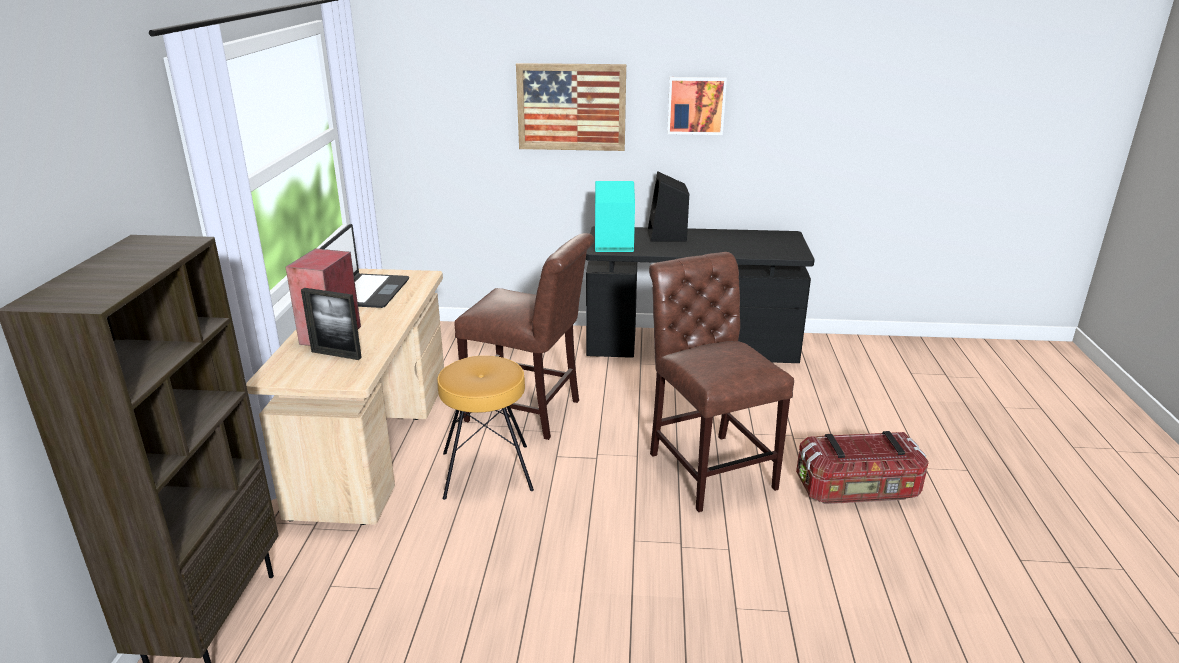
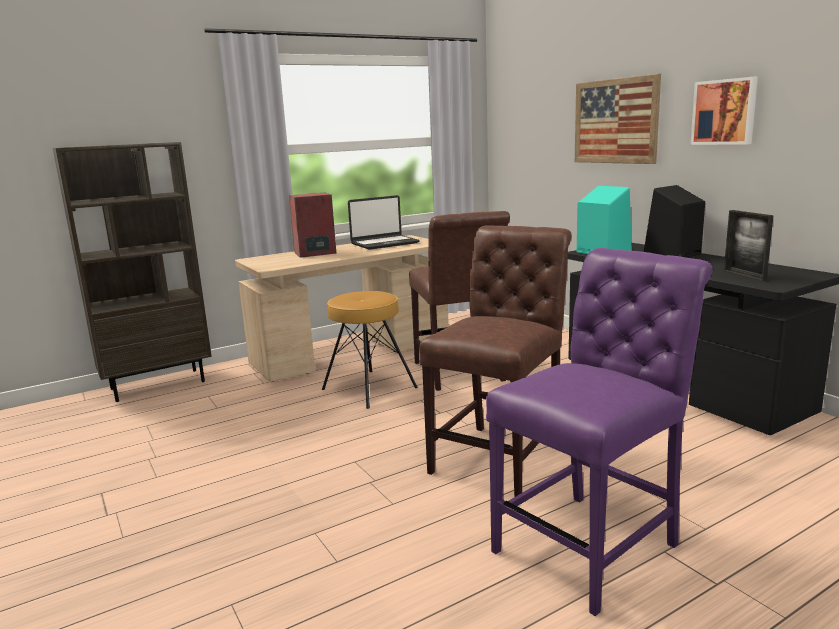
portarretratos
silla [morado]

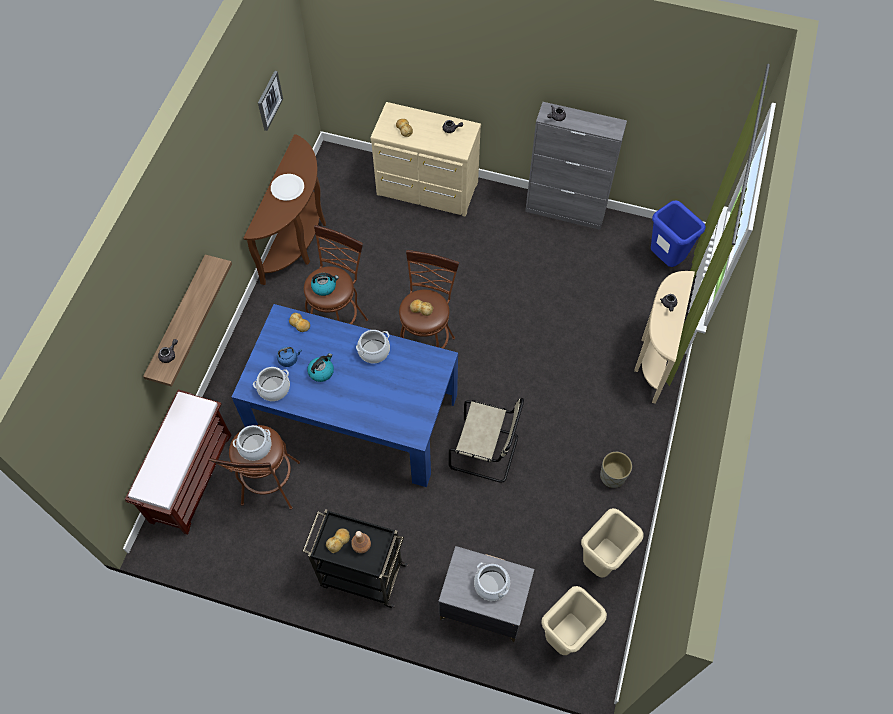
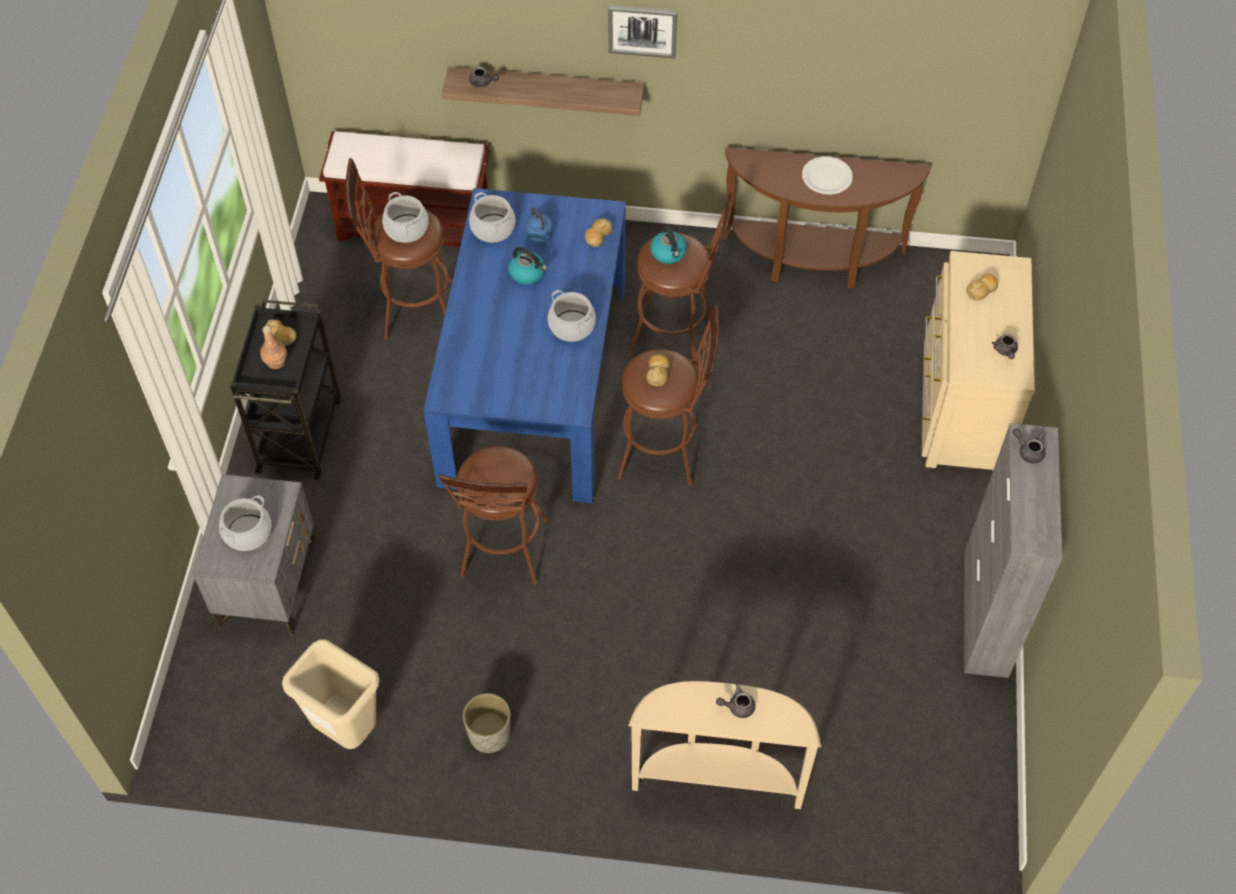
papelera [beis] (1st from left in the first image)
papelera [azul]
cuadro
taburete [marrón] (2nd from left)

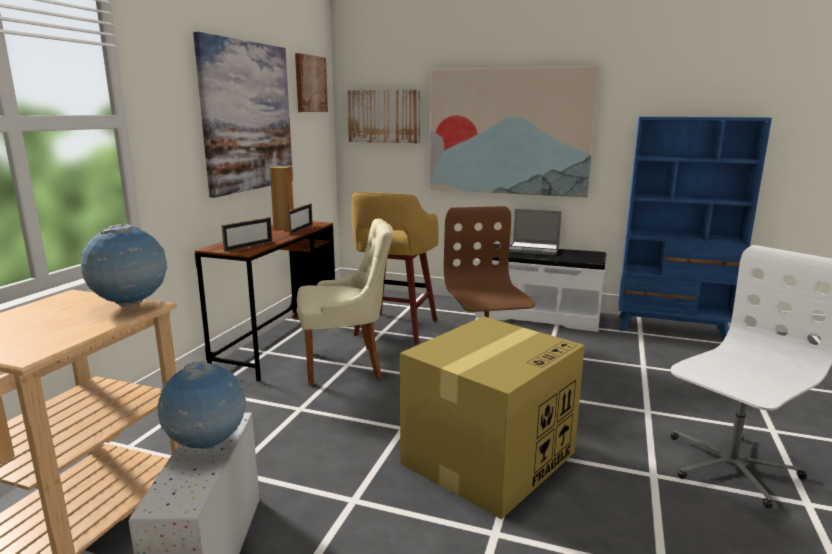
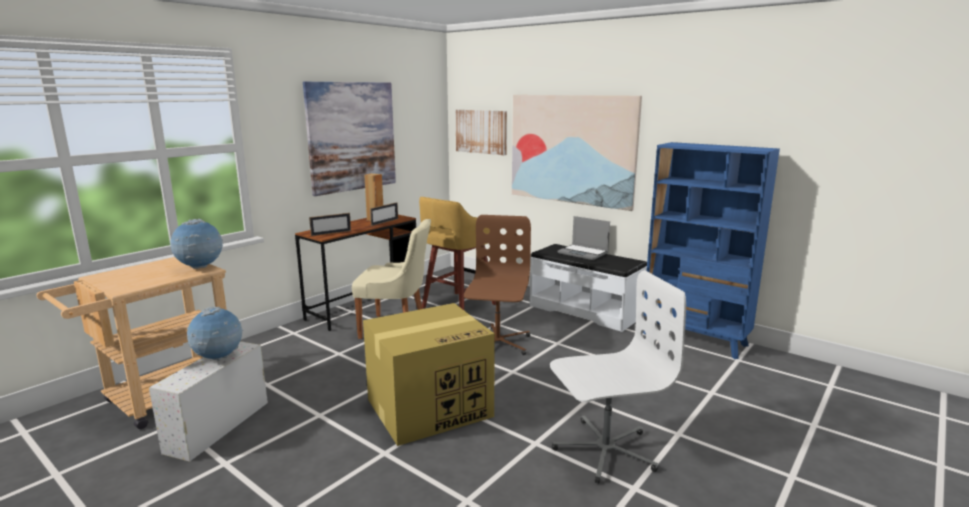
cuadro (2nd from left in the first image)

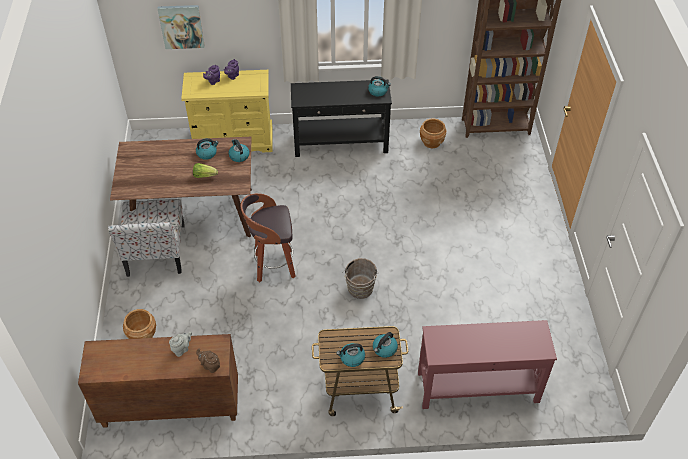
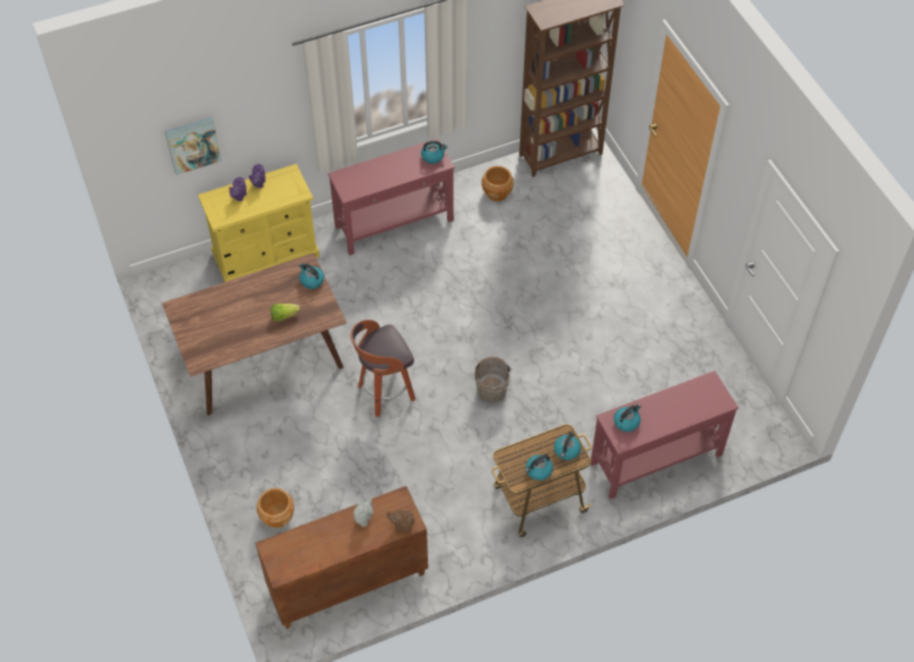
silla
hervidor (5th from left)
mesa consola [rojo] (1st from left)

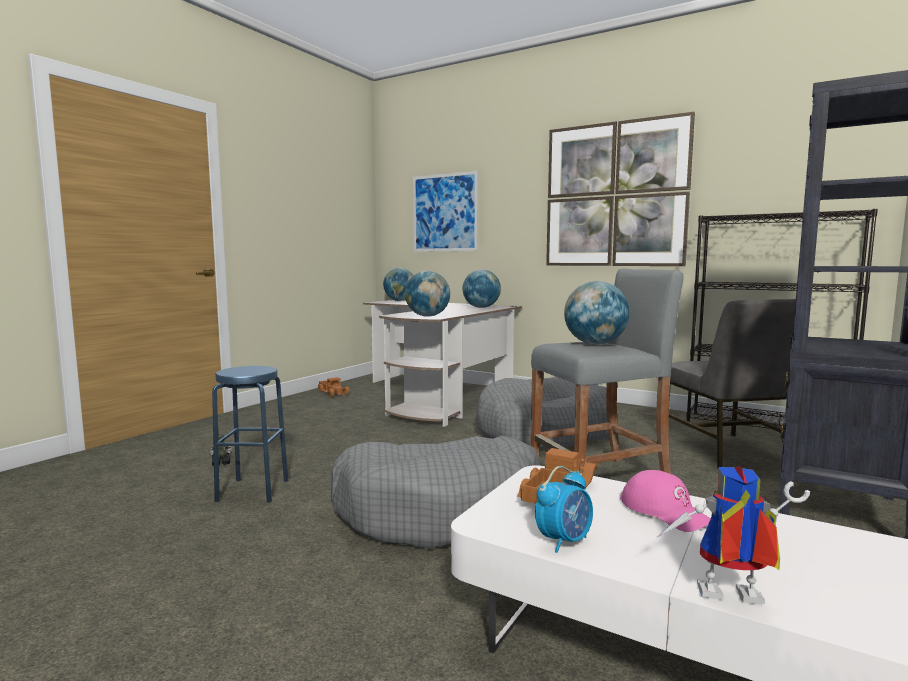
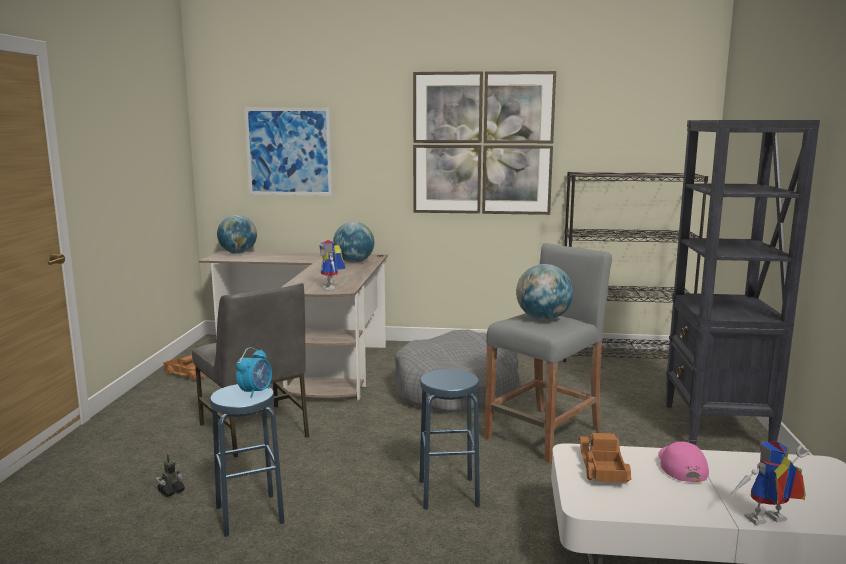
despertador
silla [gris]
taburete [azul] (2nd from left)
robot de juguete (2nd from left)
gorra [rosa]

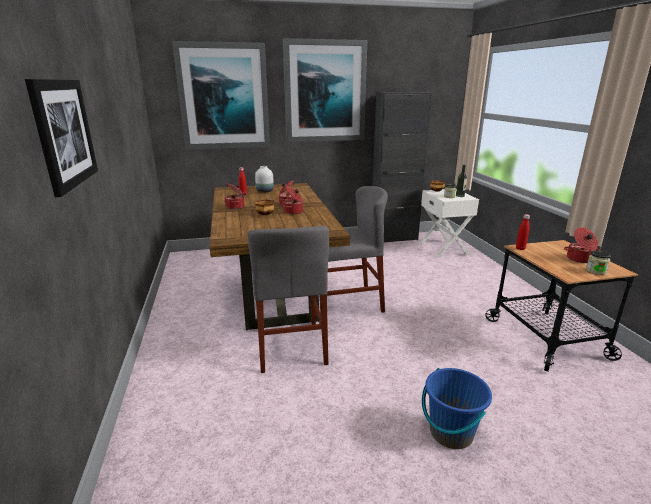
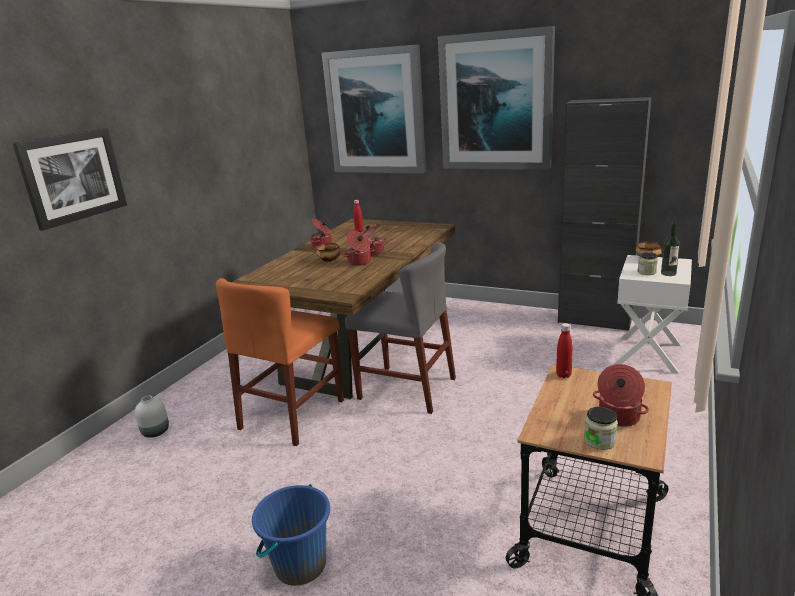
florero [blanco]
silla [naranja]

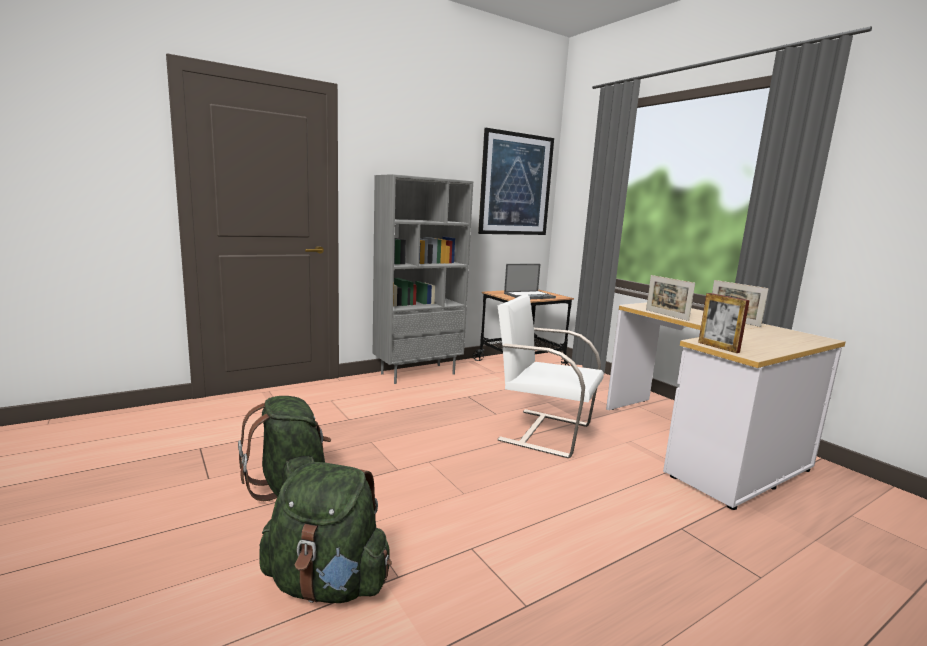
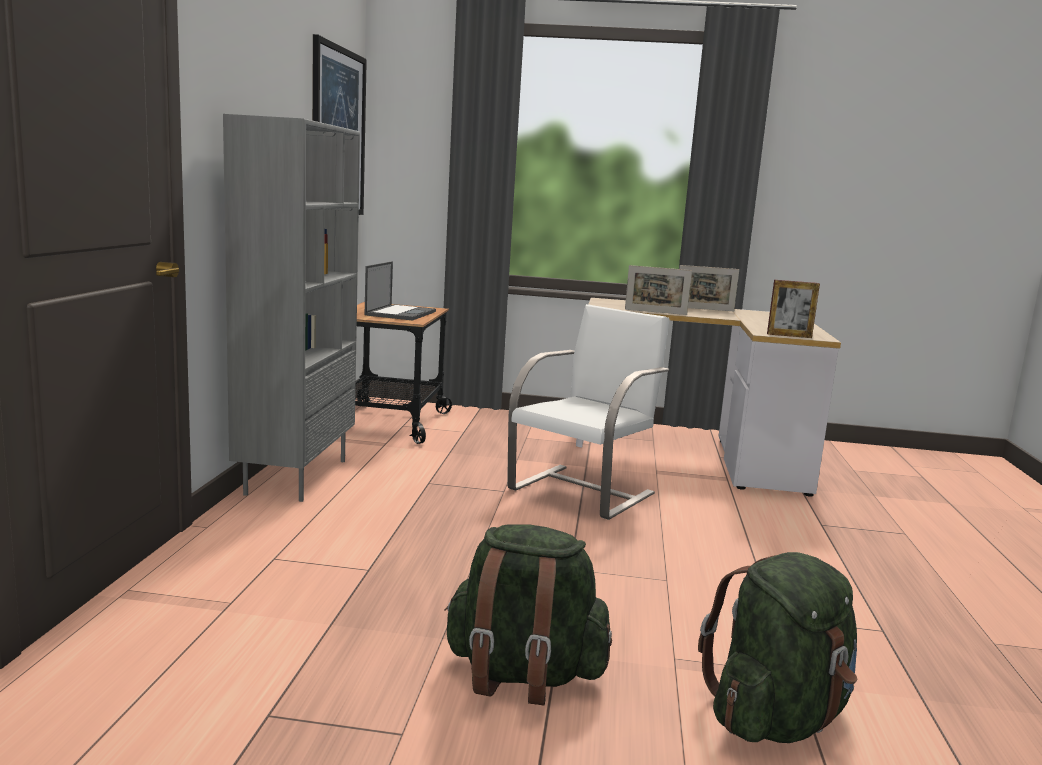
silla [blanco]

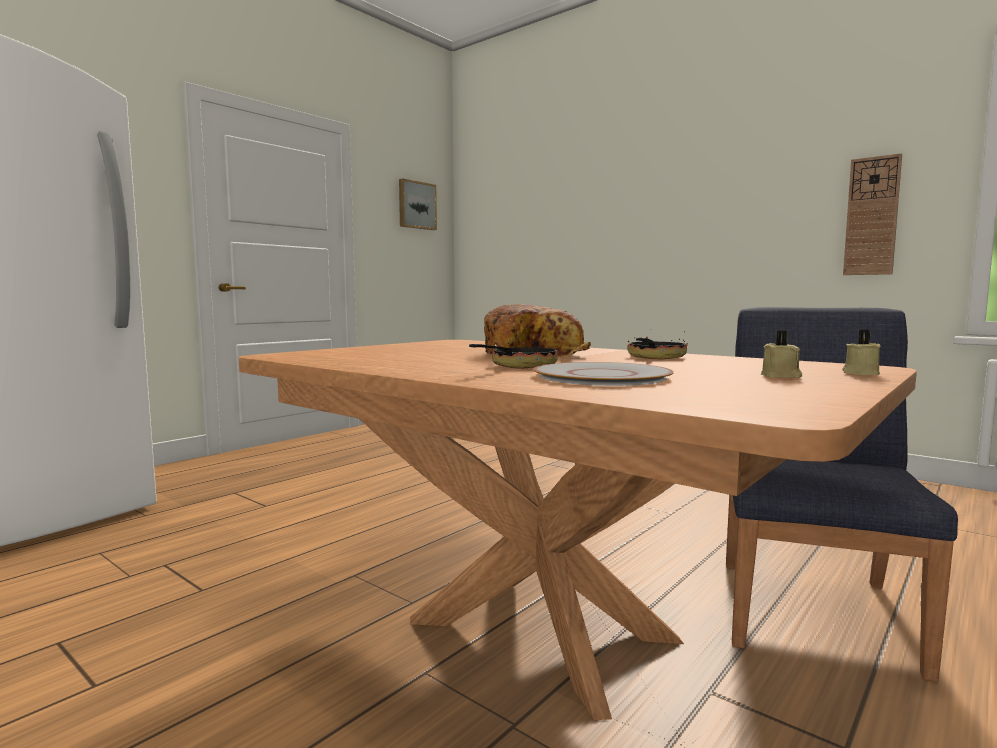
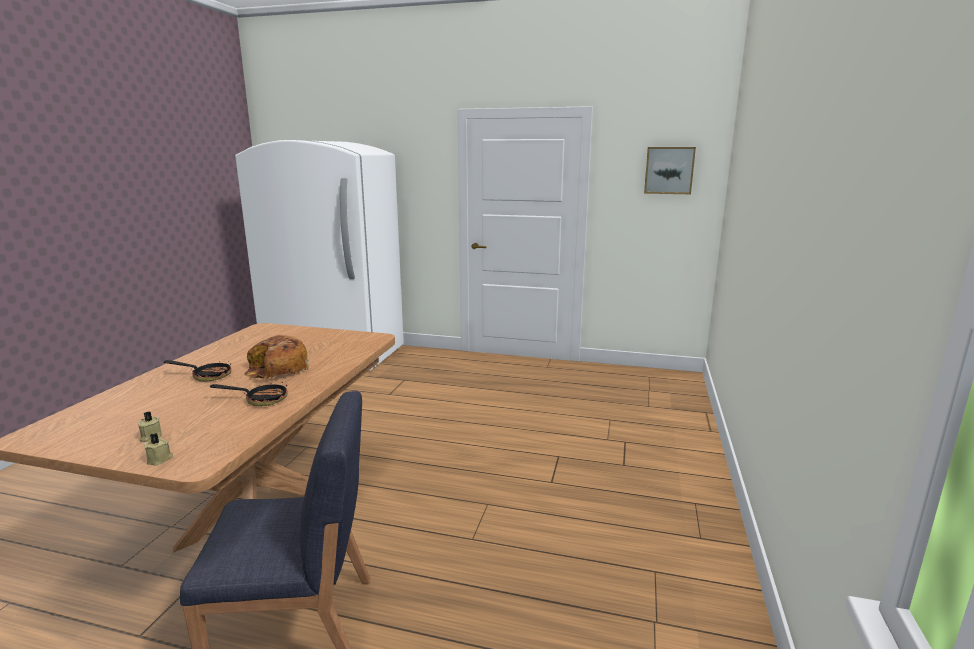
plato [gris]
reloj de pared

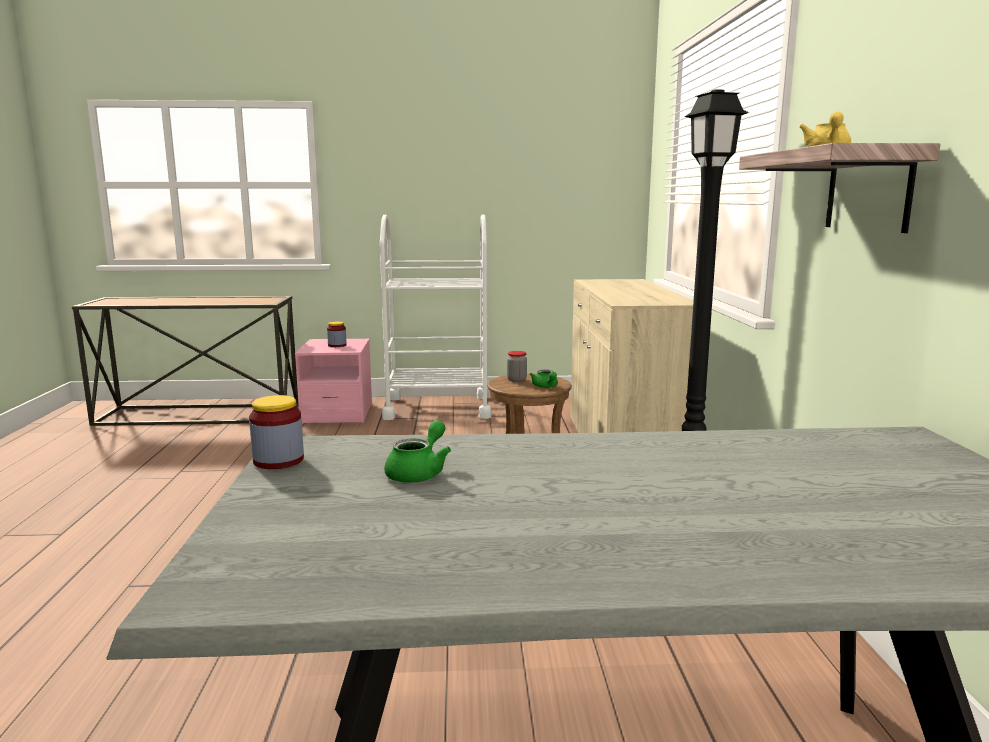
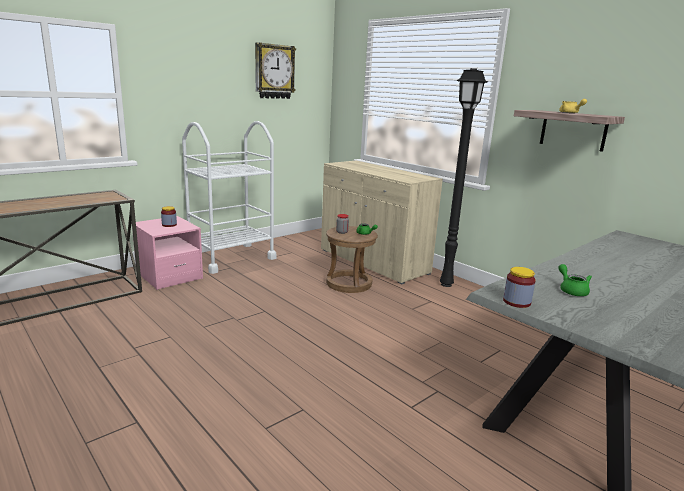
reloj de pared

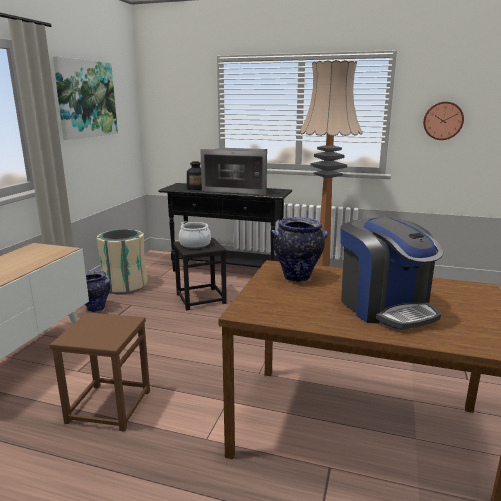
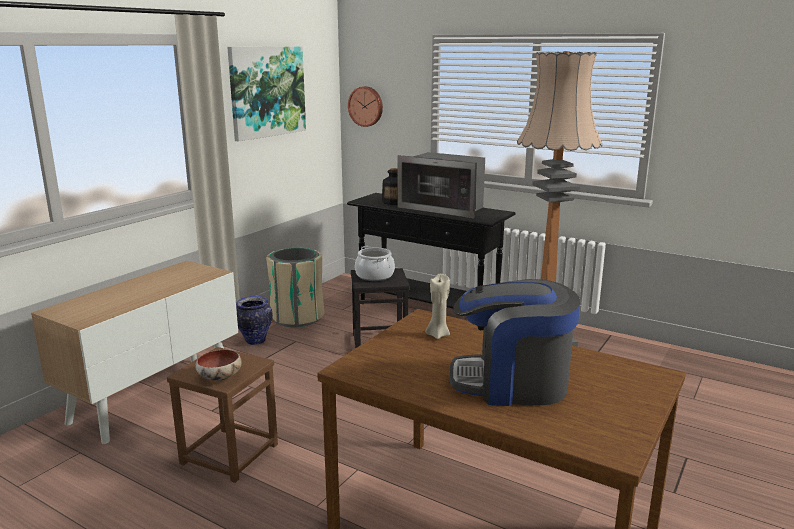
cuenco
reloj de pared
vela [beis]
cafetera

